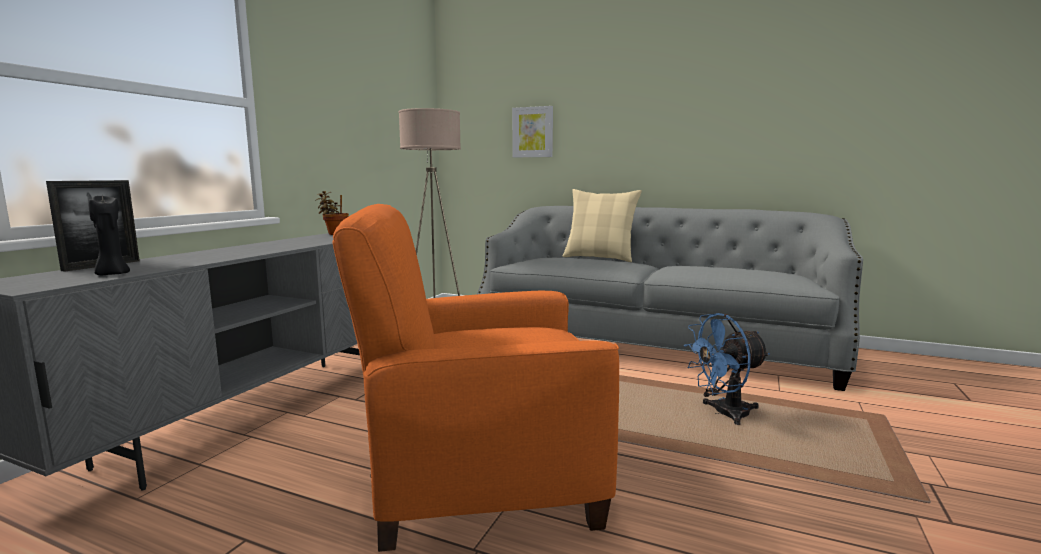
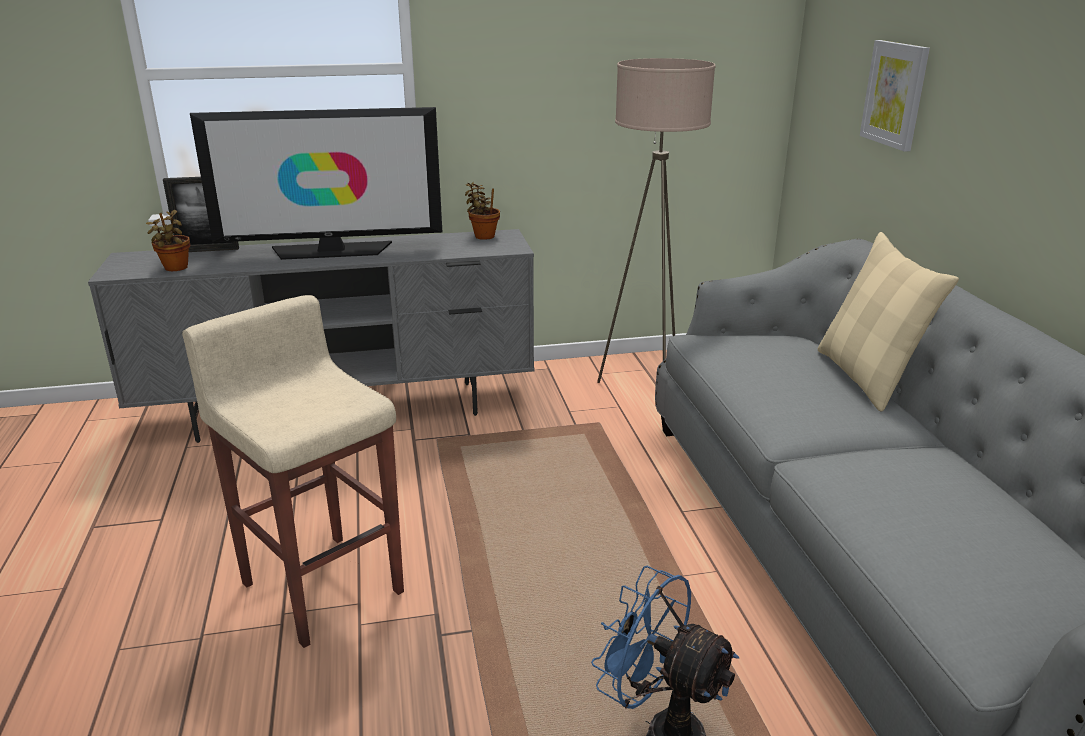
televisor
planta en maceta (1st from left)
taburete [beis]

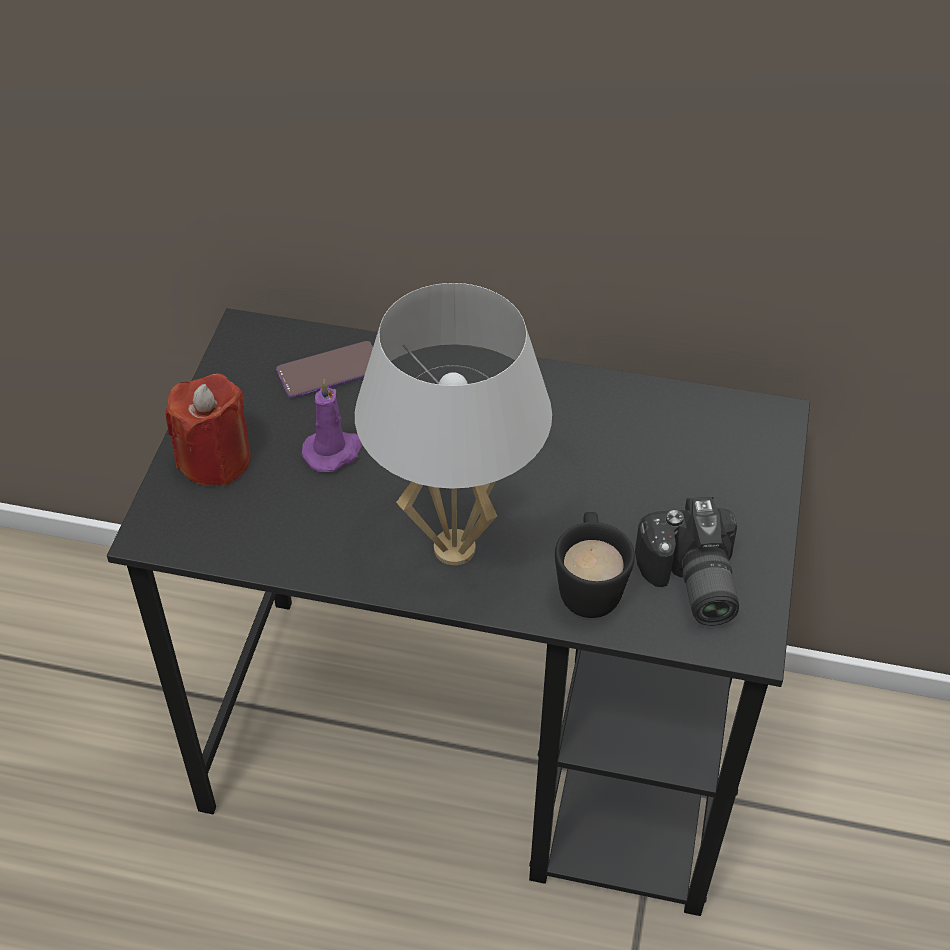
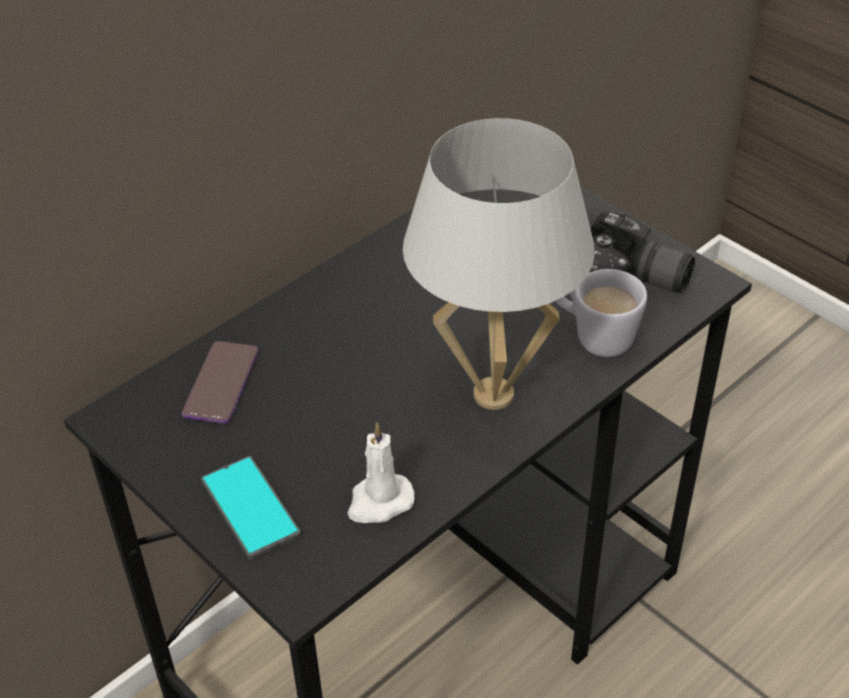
vela [morado]
vela [blanco]
móvil (2nd from left)
taza grande [blanco]

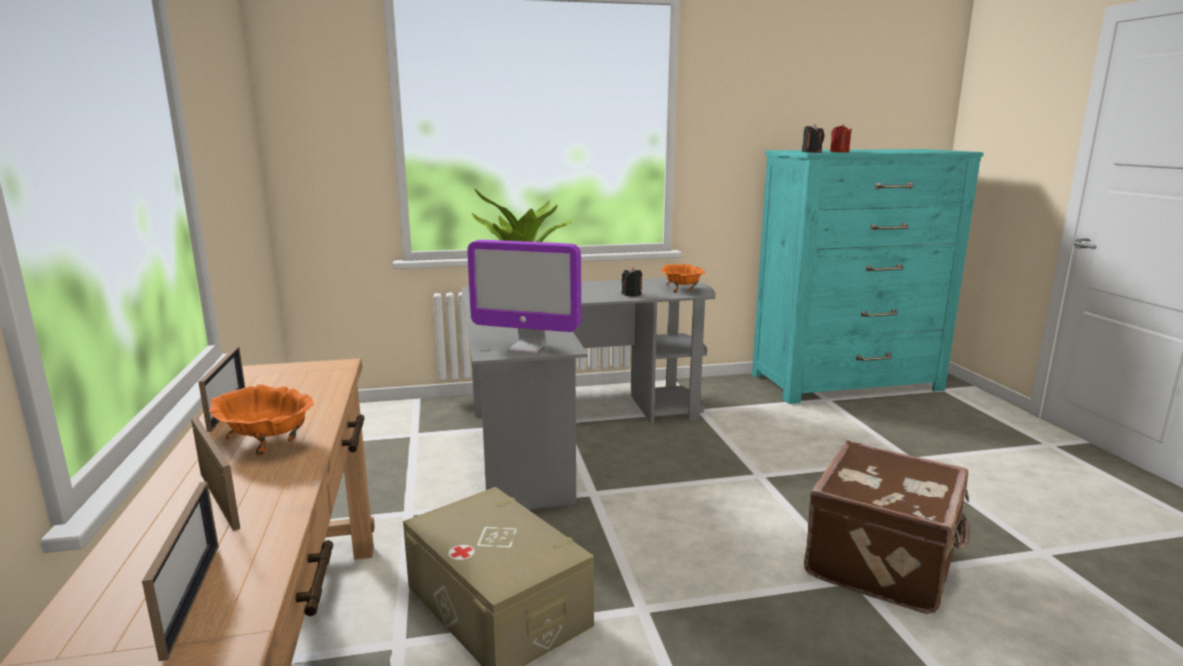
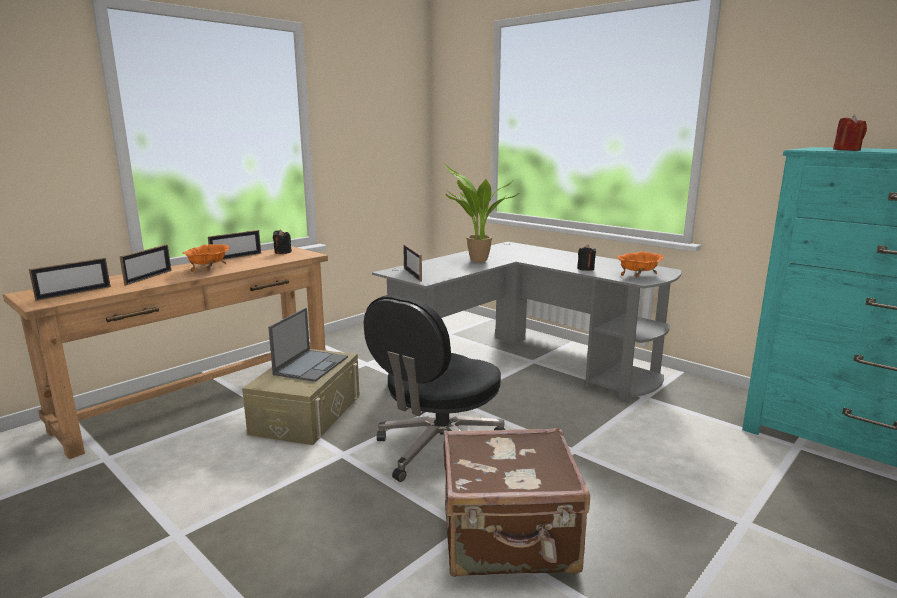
portátil
silla de oficina [negro]
vela [negro] (1st from left)
portarretratos (4th from left)

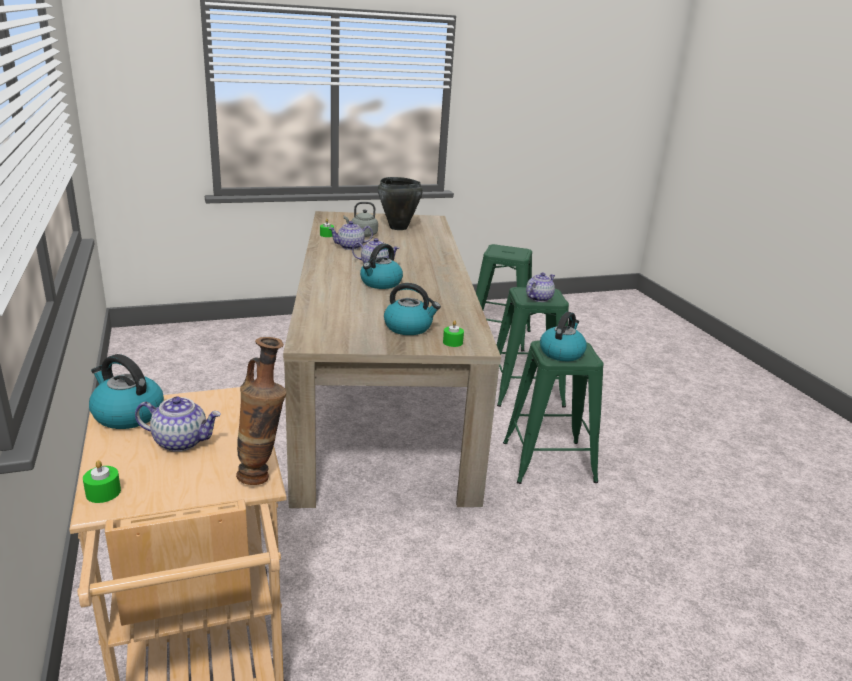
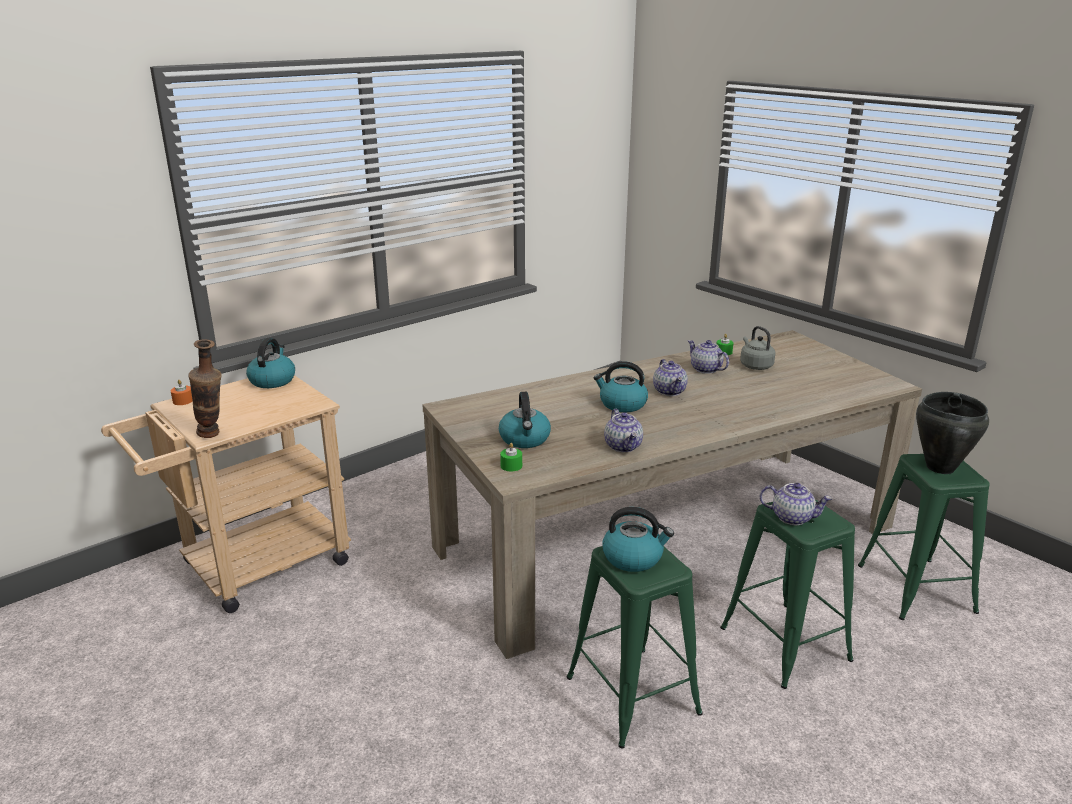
tetera (1st from left)
olla [negro]
vela [naranja]

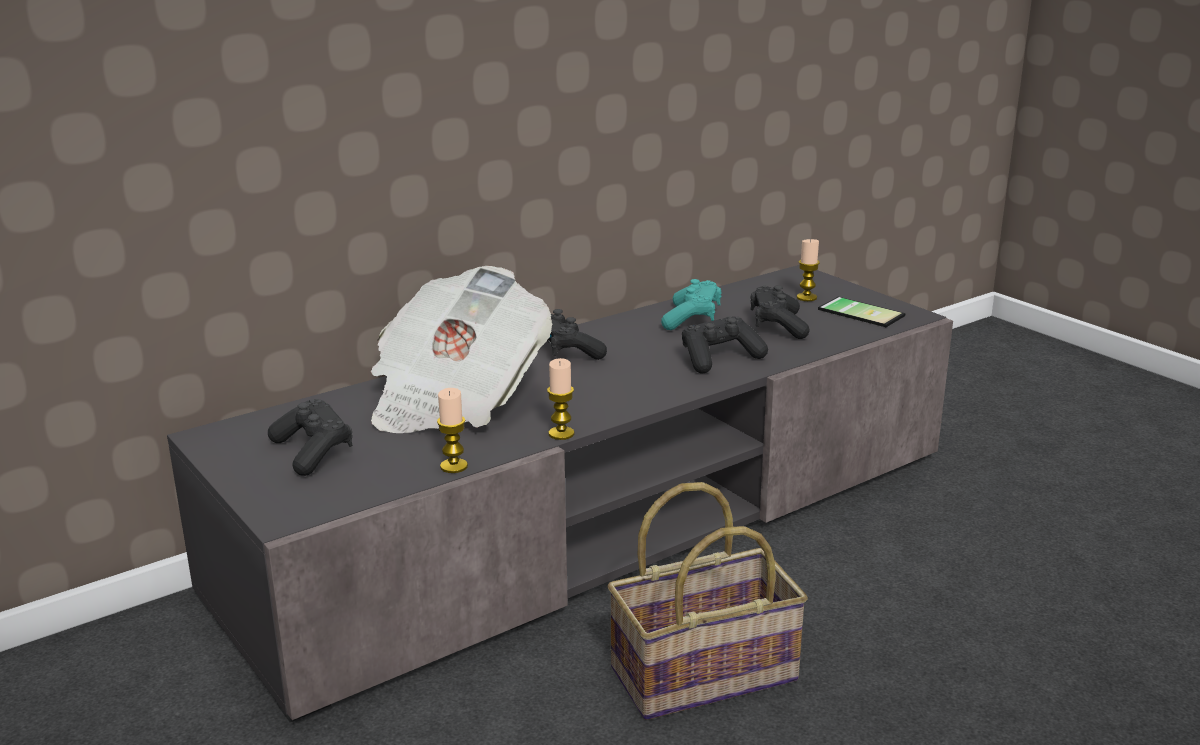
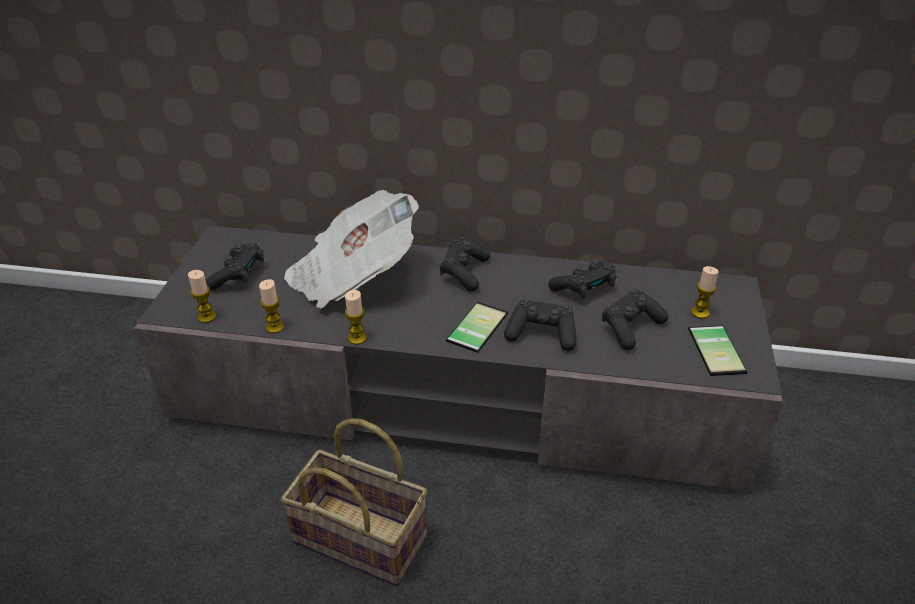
vela (1st from left)
móvil (1st from left)
mando de consola [negro] (4th from left)

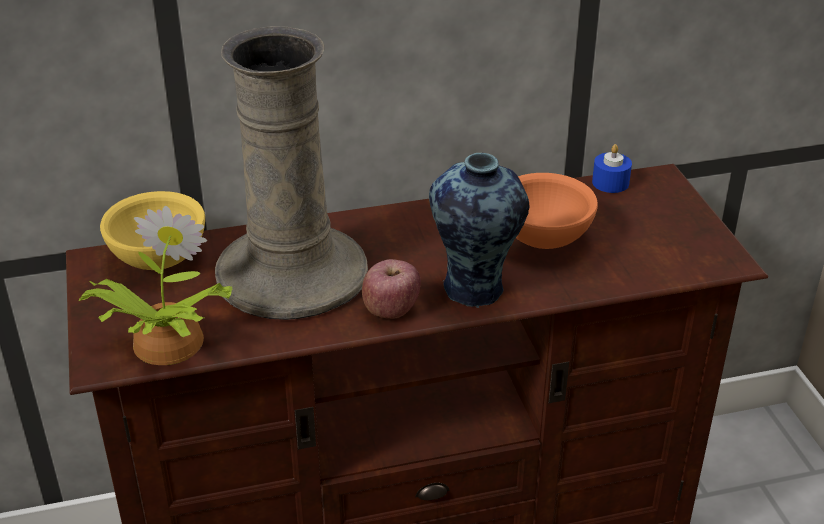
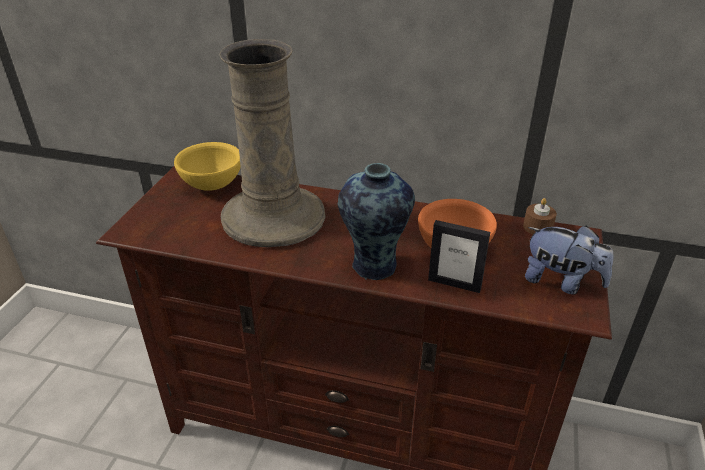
planta en maceta
manzana
portarretratos
peluche
vela [marrón]

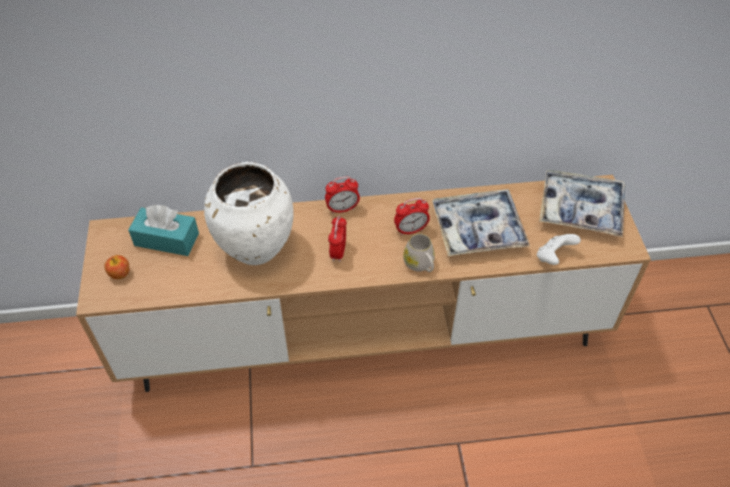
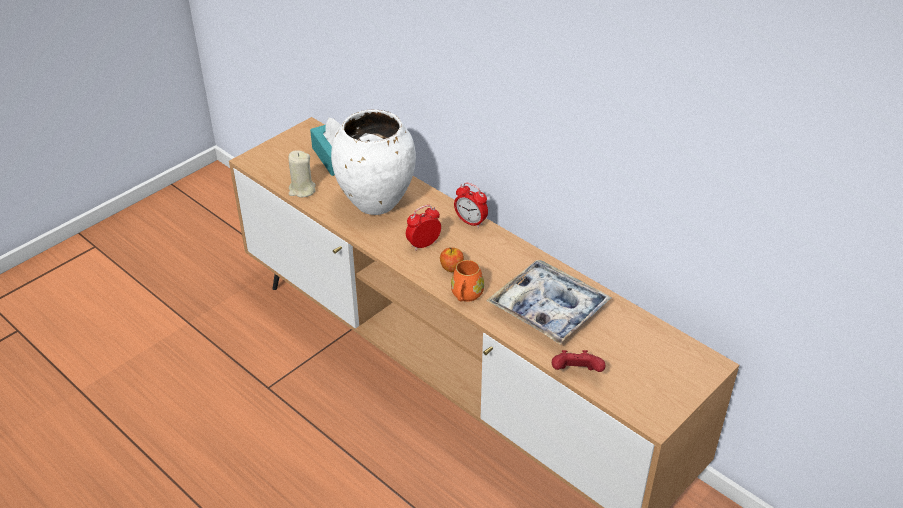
despertador (3rd from left in the first image)
bandeja (2nd from left in the first image)
vela [beis]
manzana
taza grande [naranja]
mando de consola [rojo]

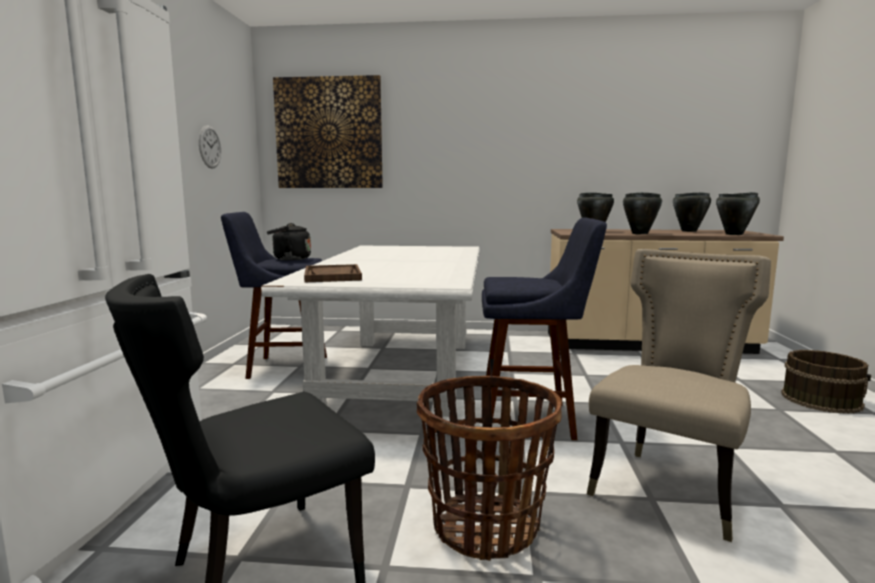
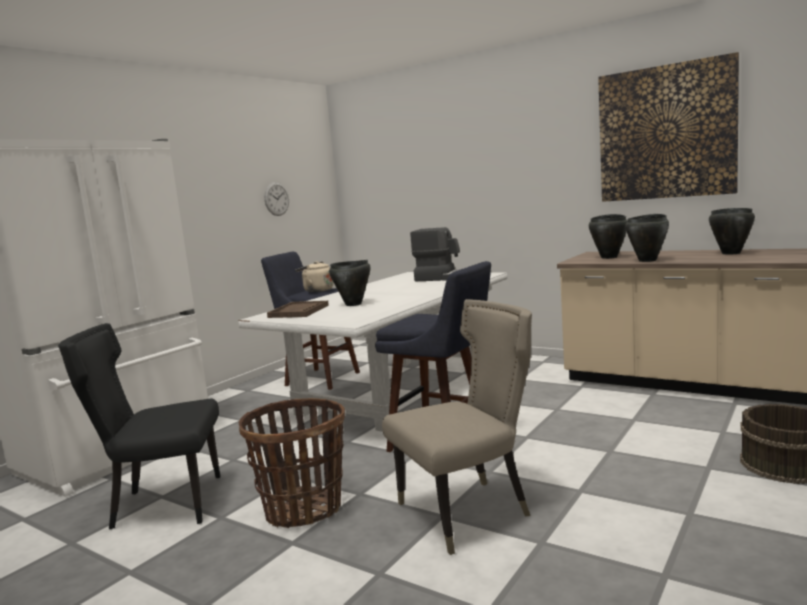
cafetera
cuadro
olla [negro] (1st from left)
hervidor [beis]

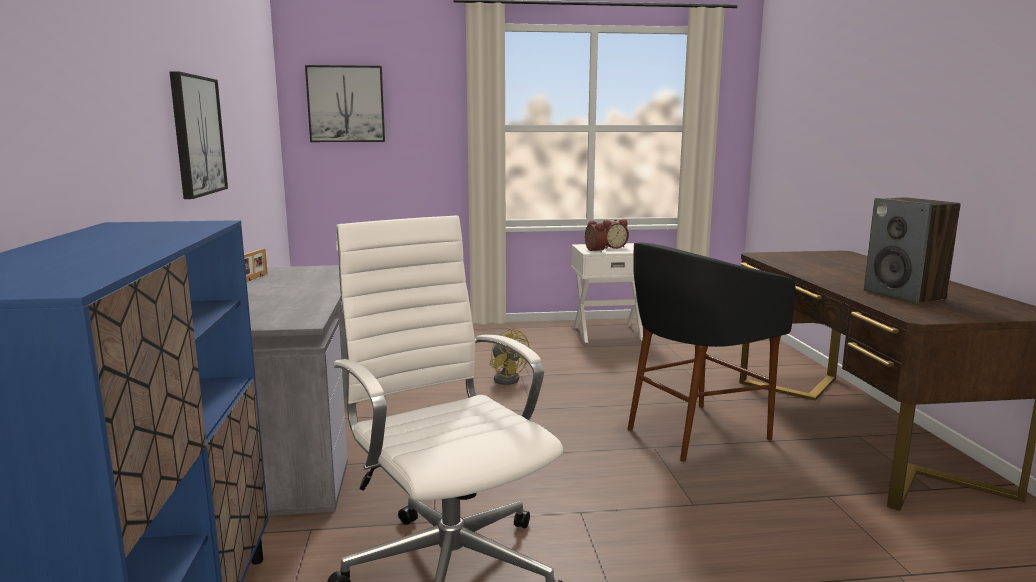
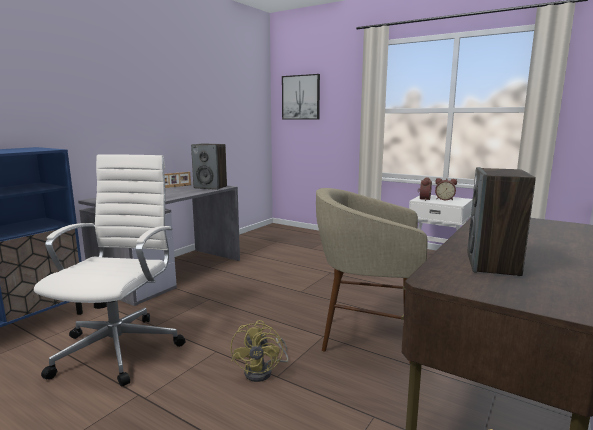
cuadro (1st from left in the first image)
altavoz (1st from left)
ventilador [amarillo]
taburete [beis]

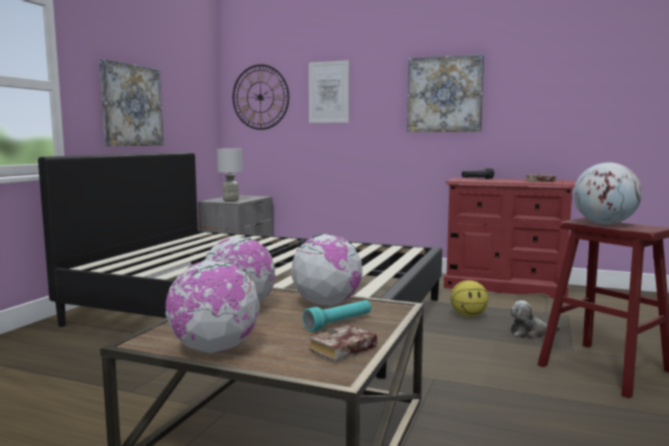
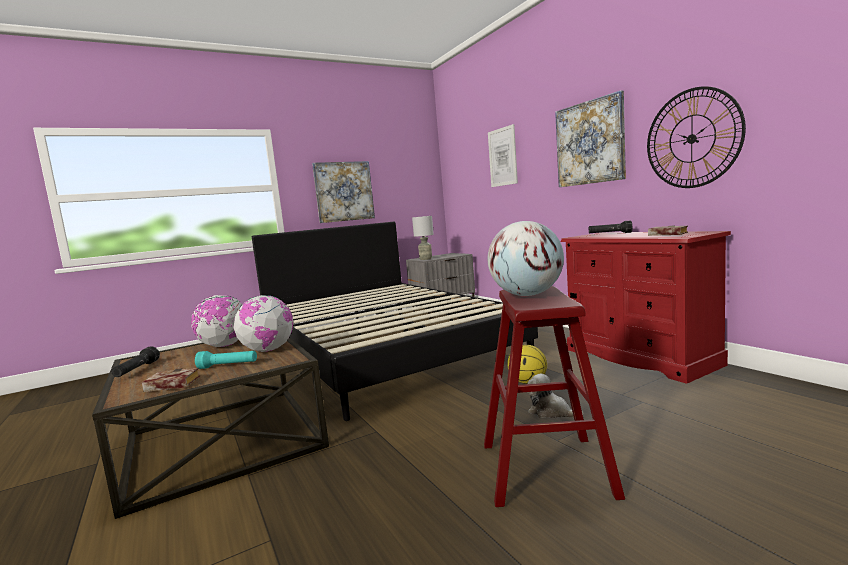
reloj de pared
linterna [negro] (1st from left)

